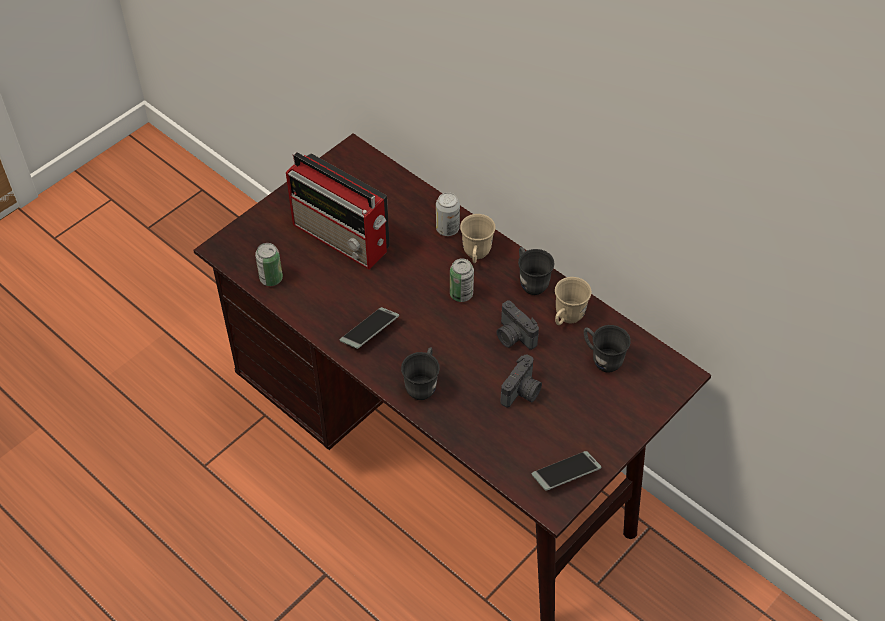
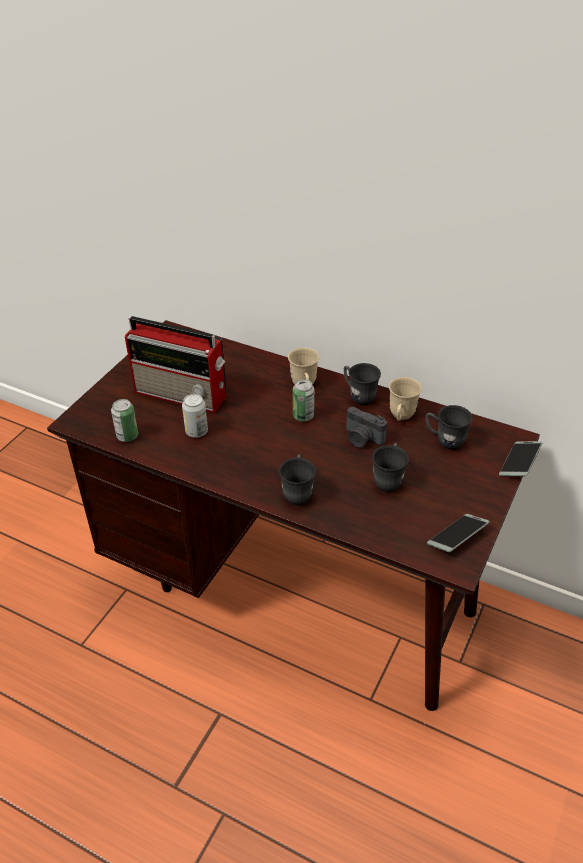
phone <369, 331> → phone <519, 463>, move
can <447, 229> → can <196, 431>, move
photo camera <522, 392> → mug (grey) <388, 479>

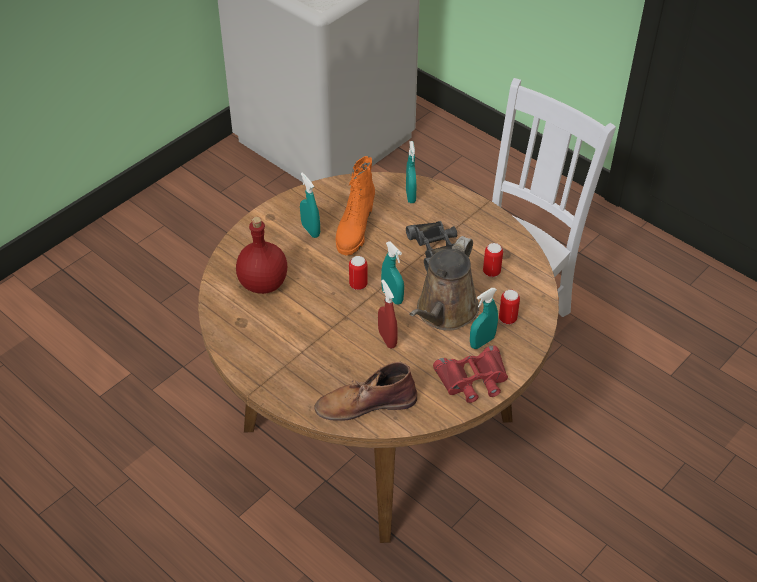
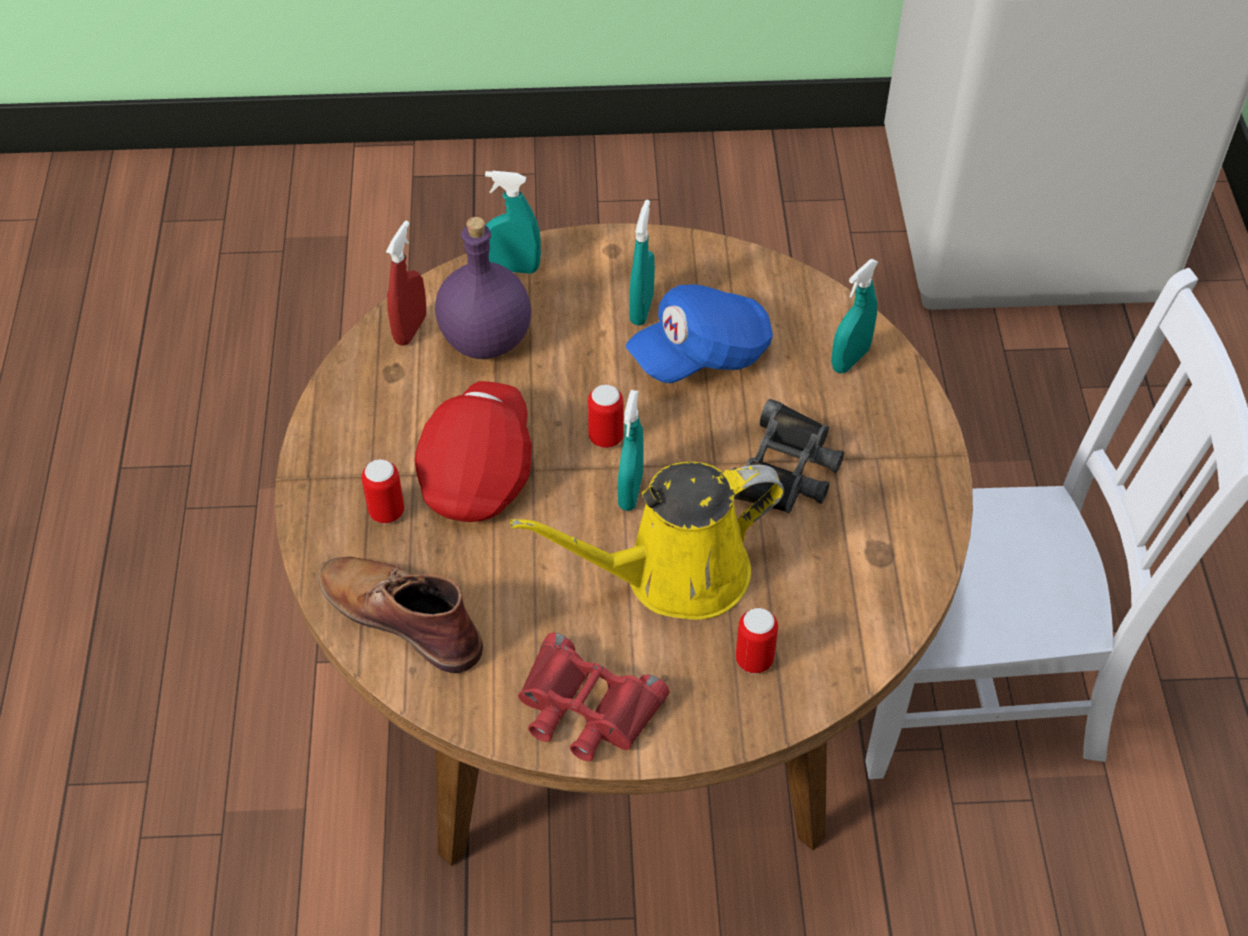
- → cap (red) <479, 470>
spray bottle (red) <387, 339> → spray bottle (red) <410, 329>, move
spray bottle (turquoise) <482, 342> → spray bottle (turquoise) <514, 268>, move
can <491, 272> → can <386, 512>, move
boot (orange) <354, 231> → cap (blue) <701, 354>
bottle (red) <264, 283> → bottle (purple) <487, 339>
watering can (brown) <444, 312> → watering can (yellow) <674, 574>

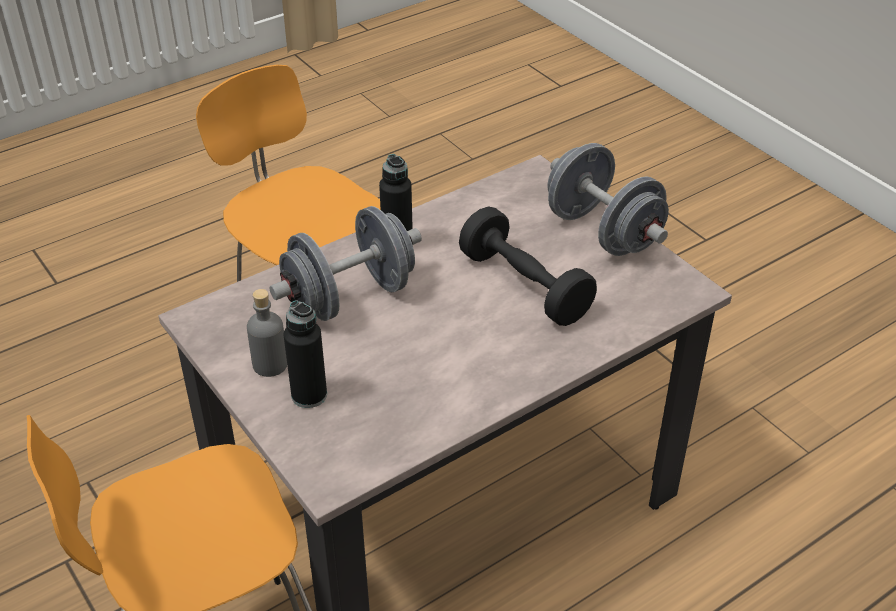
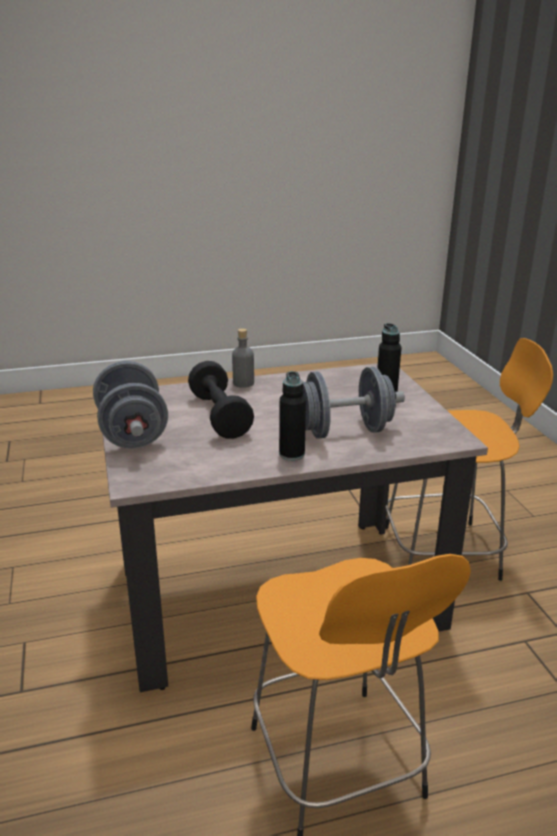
bottle (grey) <270, 364> → bottle (grey) <243, 383>, move

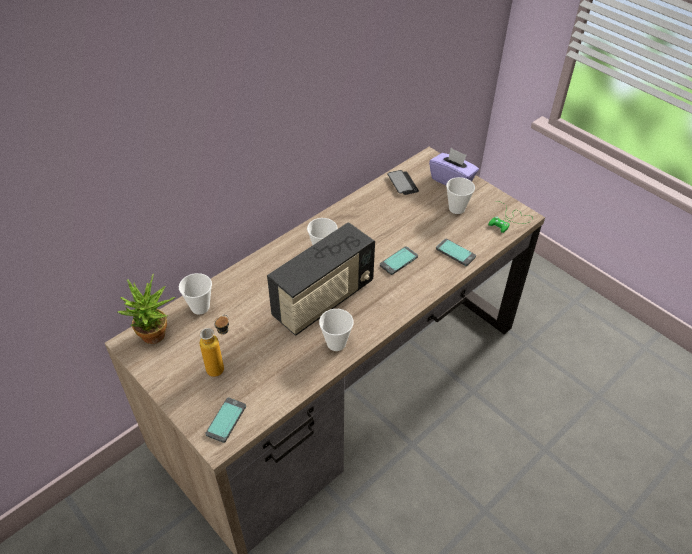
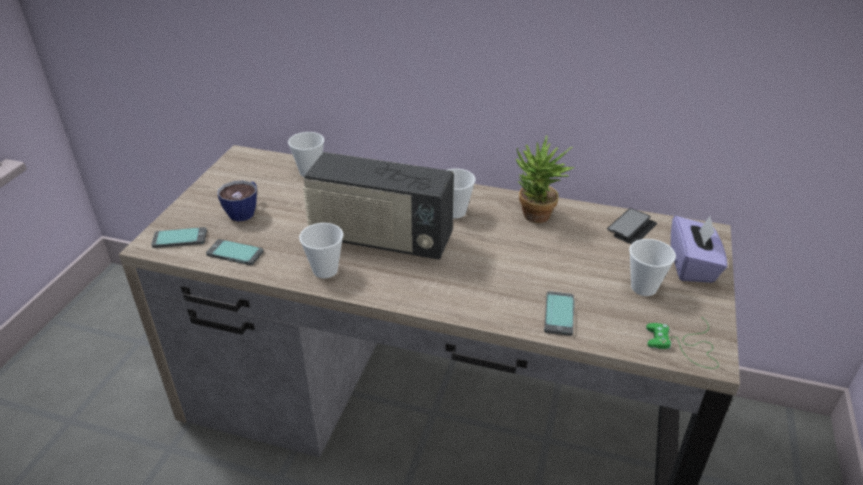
potted plant <156, 338> → potted plant <535, 218>, move
phone <399, 261> → phone <235, 253>, move
bottle <221, 366> → cup <245, 211>

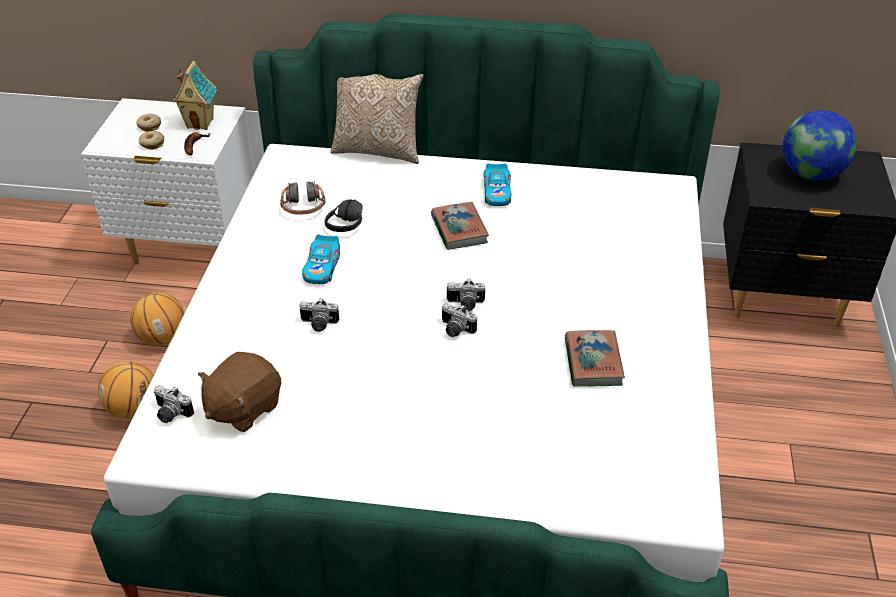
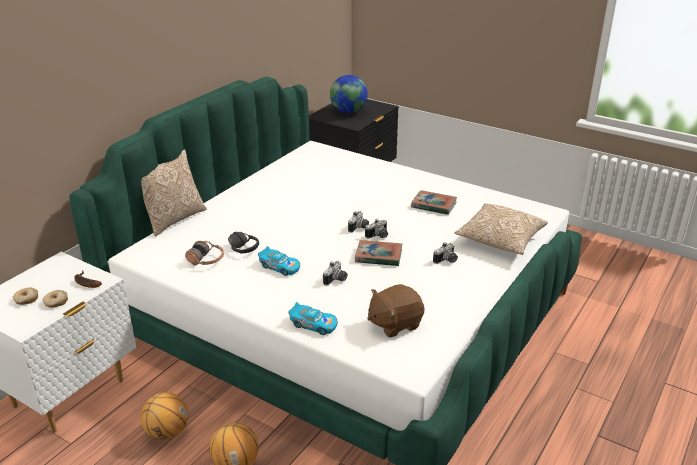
toy house <200, 123> → -
- → pillow <500, 240>
photo camera <170, 414> → photo camera <446, 260>, move
book <459, 229> → book <378, 256>, move
toy car <497, 192> → toy car <314, 324>, move
plush toy (brown) <243, 408> → plush toy (brown) <394, 324>, 90 degrees clockwise

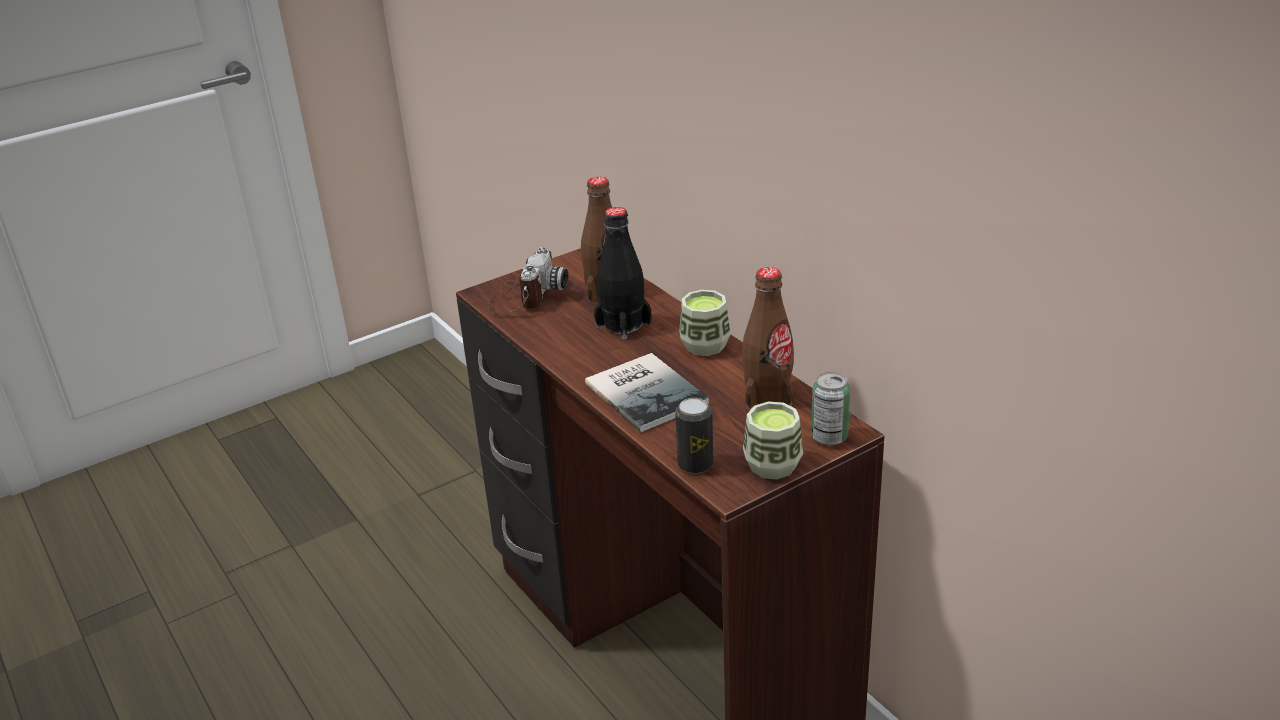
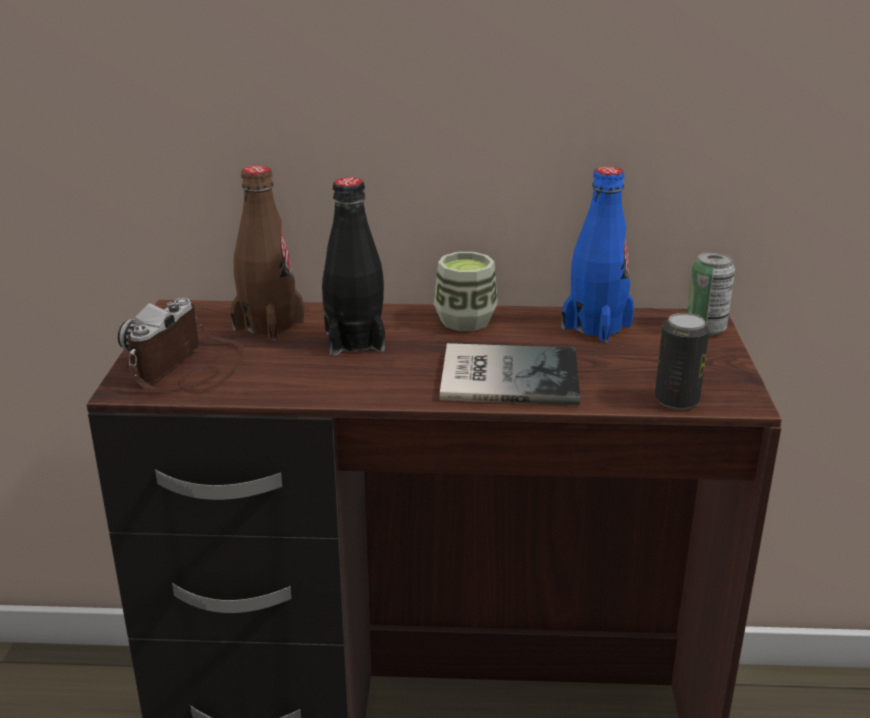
cup <772, 465> → -
bottle (brown) <768, 394> → bottle (blue) <596, 326>
photo camera <524, 296> → photo camera <187, 368>, 120 degrees counterclockwise

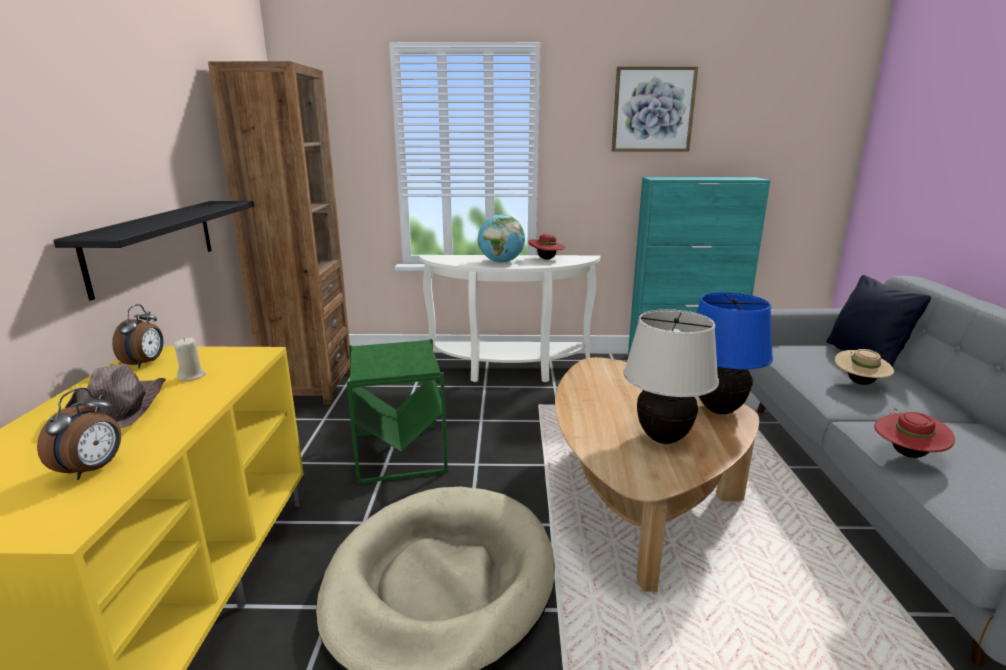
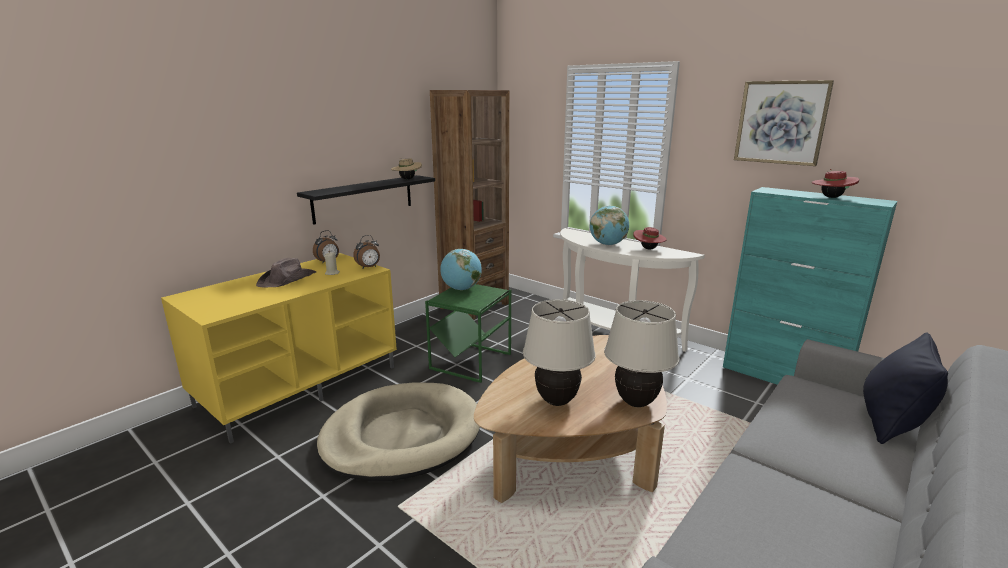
- → globe <461, 289>
alarm clock <93, 469> → alarm clock <369, 267>, move
hat (beige) <859, 383> → hat (beige) <407, 179>, move
hat (red) <906, 454> → hat (red) <831, 197>, move
table lamp (blue) <719, 410> → table lamp (beige) <635, 402>

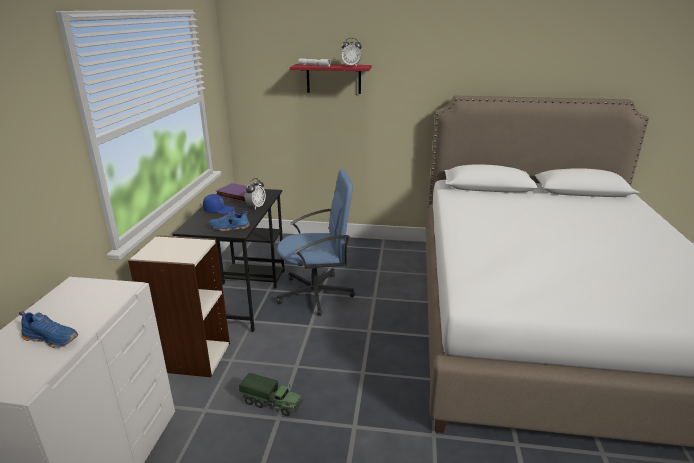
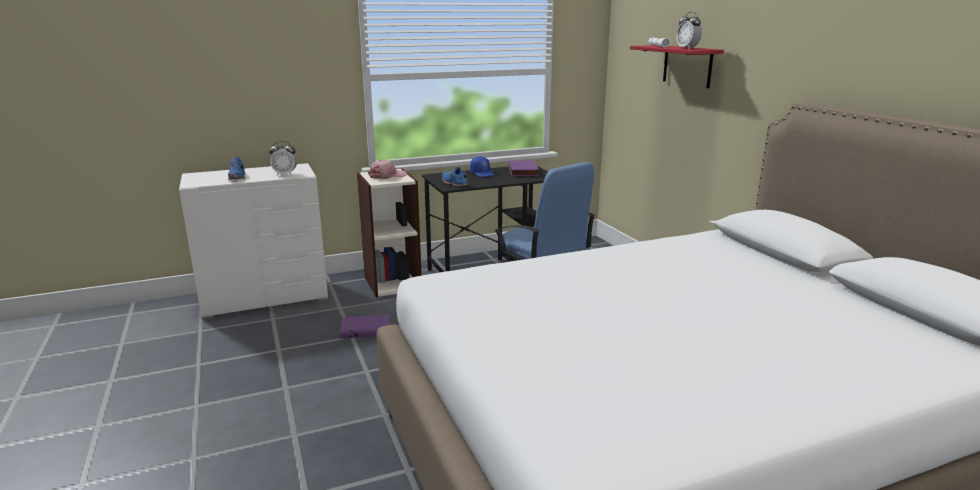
- → cap (pink) <387, 176>
alarm clock <256, 207> → alarm clock <285, 174>, move
toy truck <272, 403> → book (purple) <366, 329>

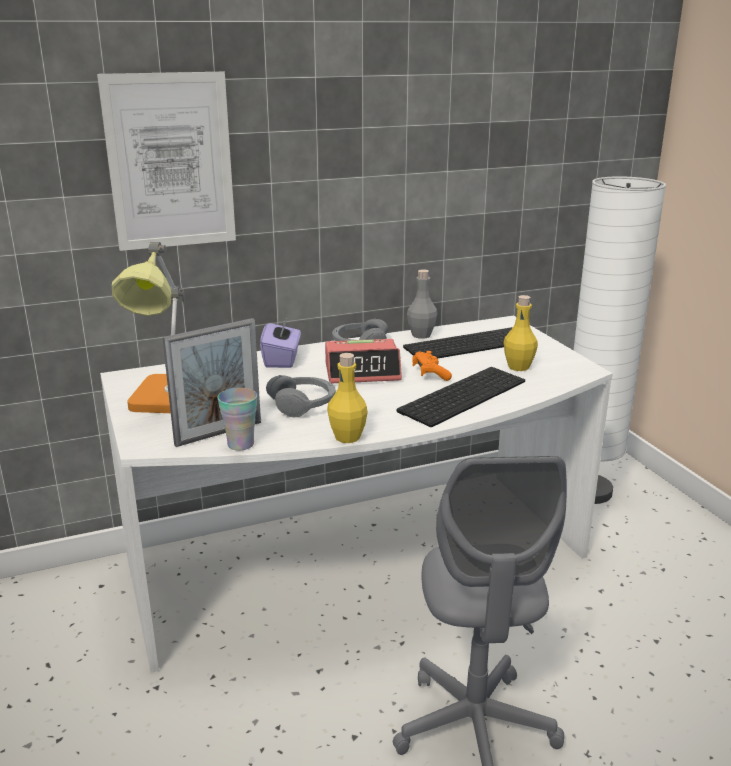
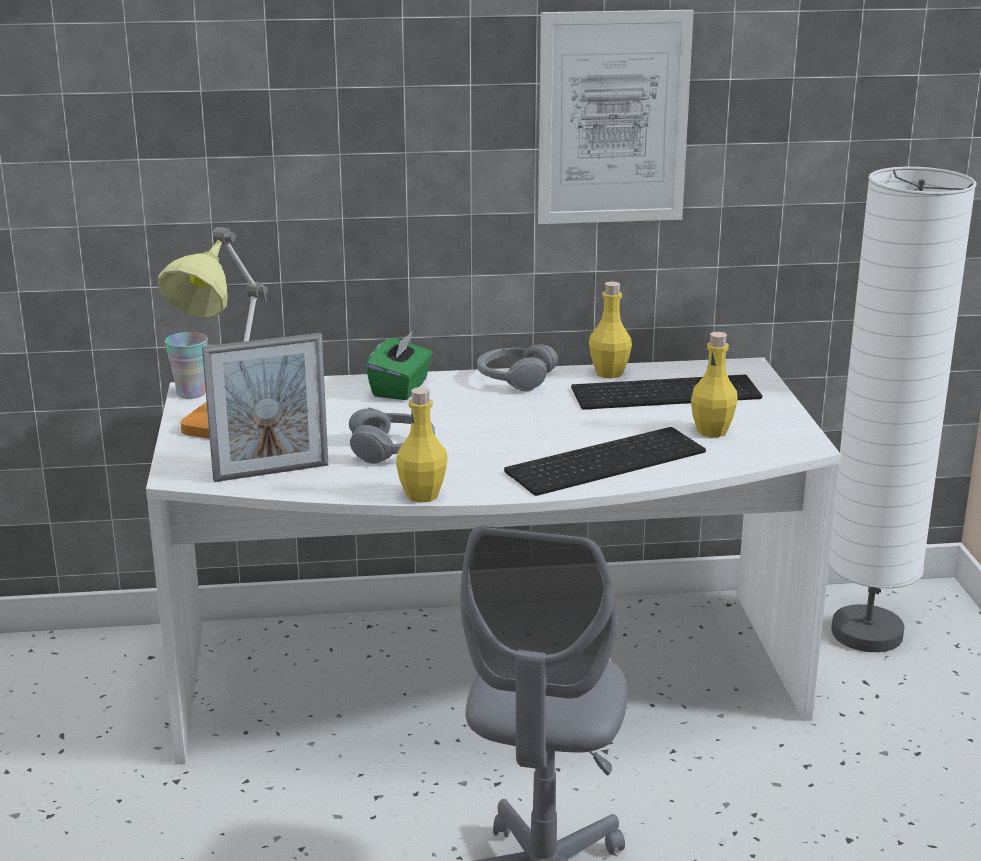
alarm clock <363, 372> → -
game controller (orange) <430, 374> → -
picture <170, 162> → picture <613, 118>, move
cup <240, 444> → cup <191, 393>, move
tissue box (purple) <282, 360> → tissue box (green) <401, 388>
bottle (grey) <421, 335> → bottle (yellow) <609, 373>

